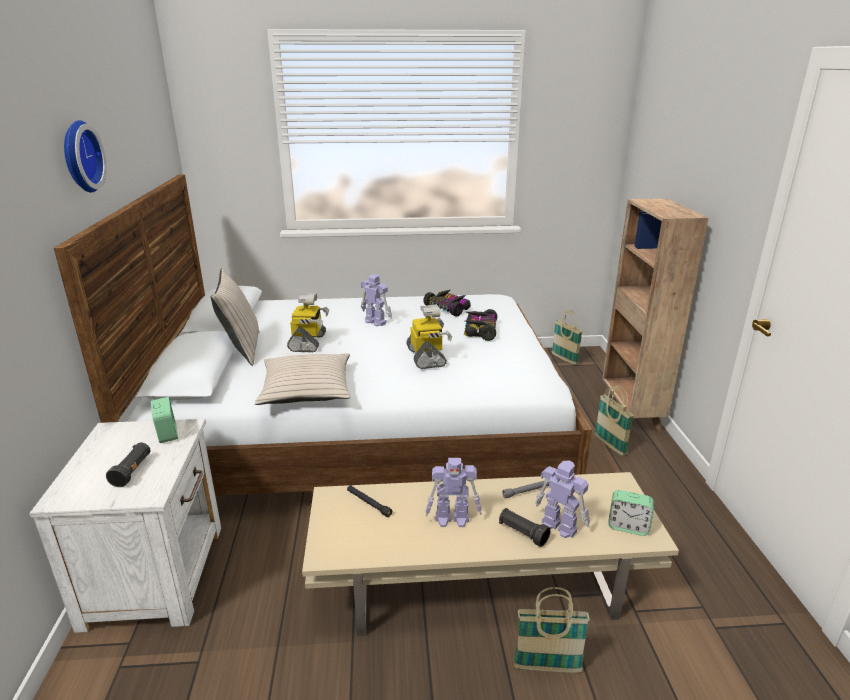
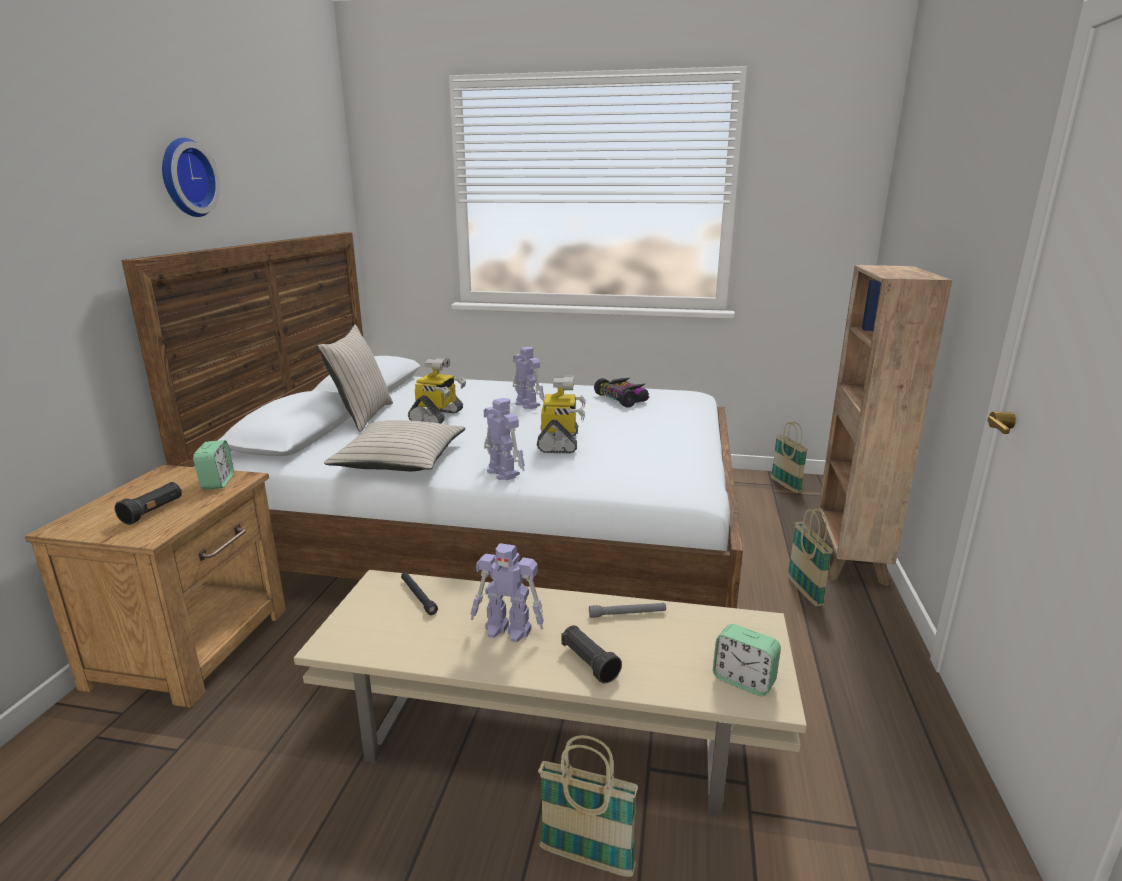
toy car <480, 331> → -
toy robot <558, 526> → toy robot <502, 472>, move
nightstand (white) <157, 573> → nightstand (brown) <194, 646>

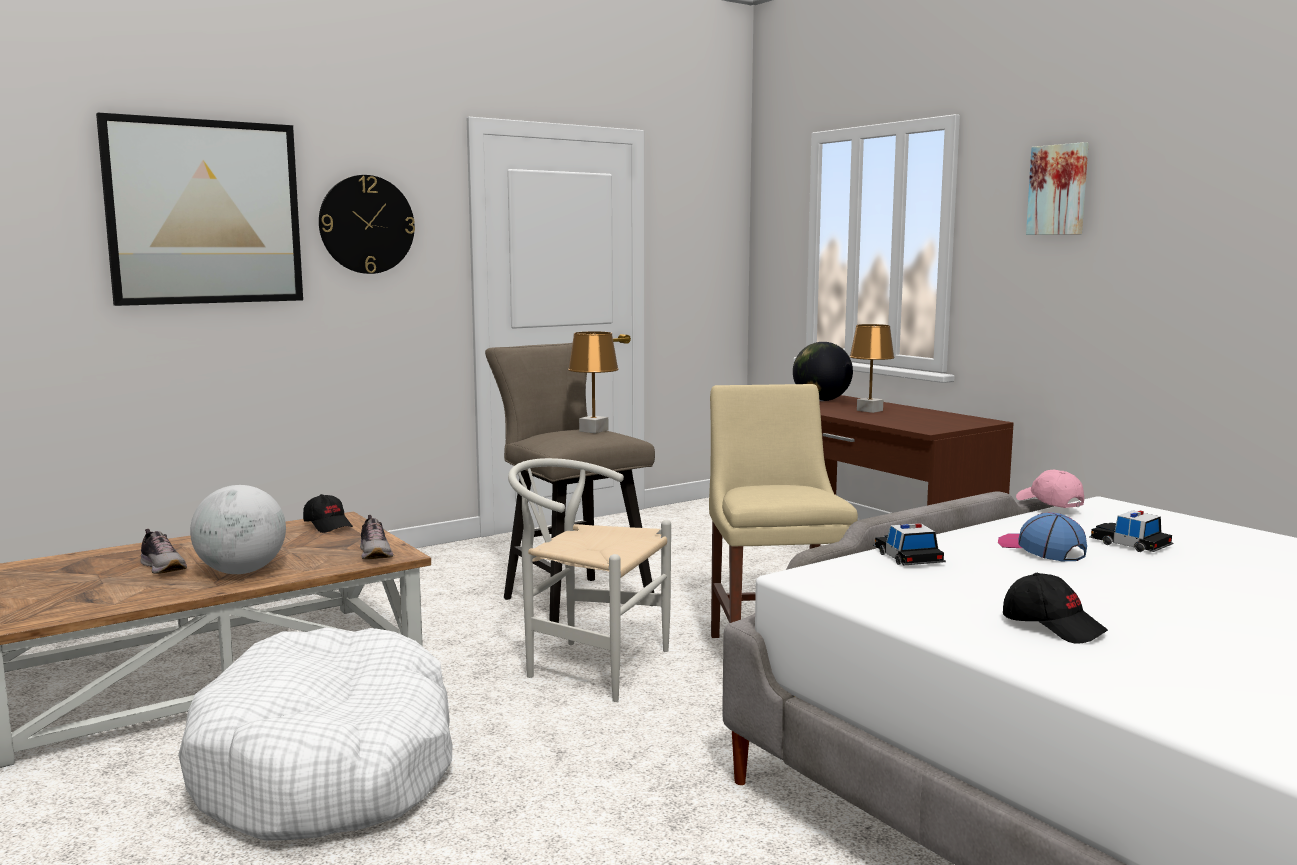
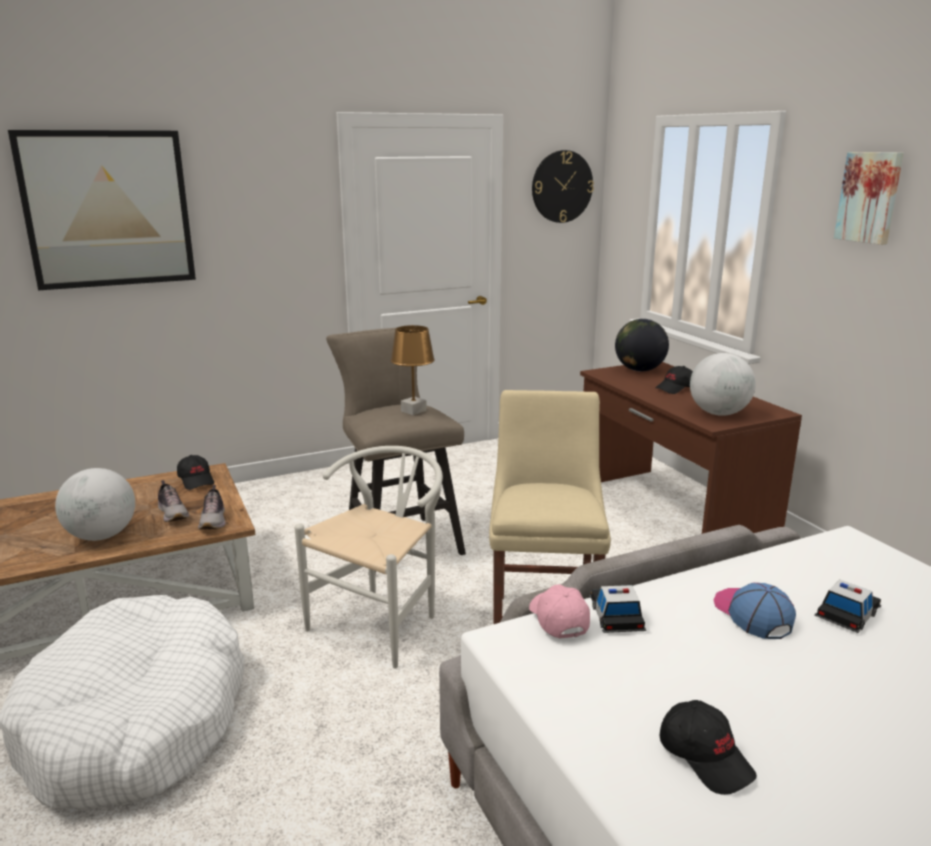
- → globe <718, 413>
shoe <163, 567> → shoe <173, 513>, move
wall clock <366, 224> → wall clock <562, 186>, move
cap (pink) <1049, 503> → cap (pink) <557, 619>, move
table lamp (brown) <870, 410> → cap (black) <675, 388>
chair (white) <586, 665> → chair (white) <382, 622>, 90 degrees clockwise
toy car <1130, 544> → toy car <847, 613>, 75 degrees clockwise

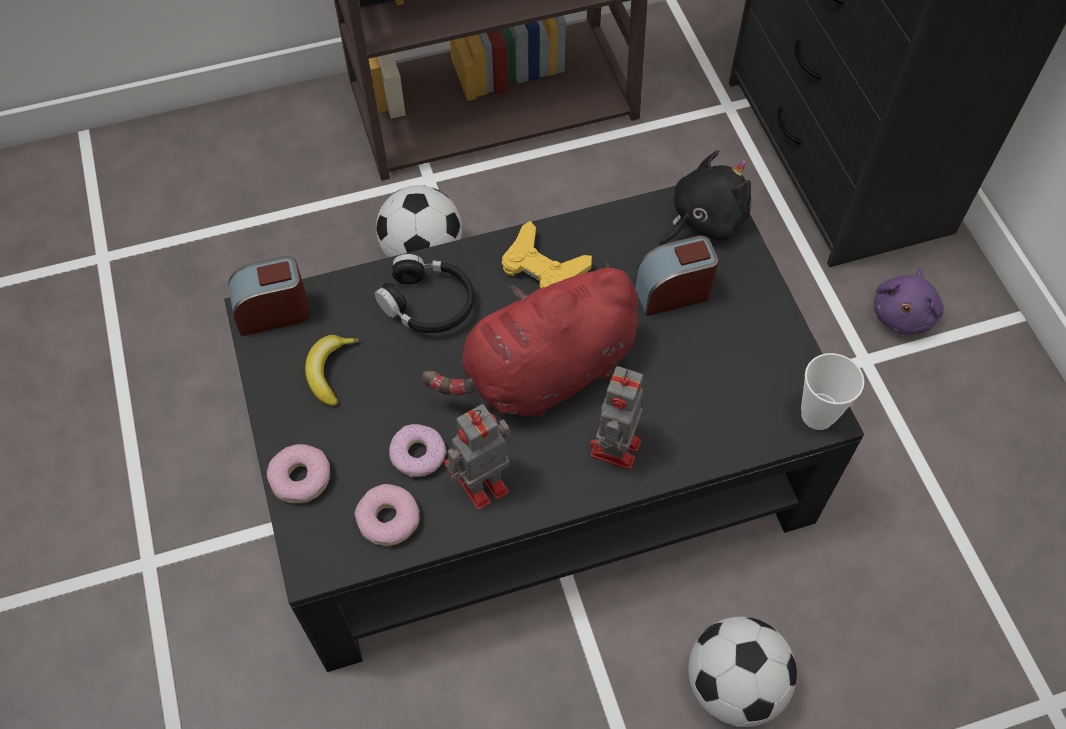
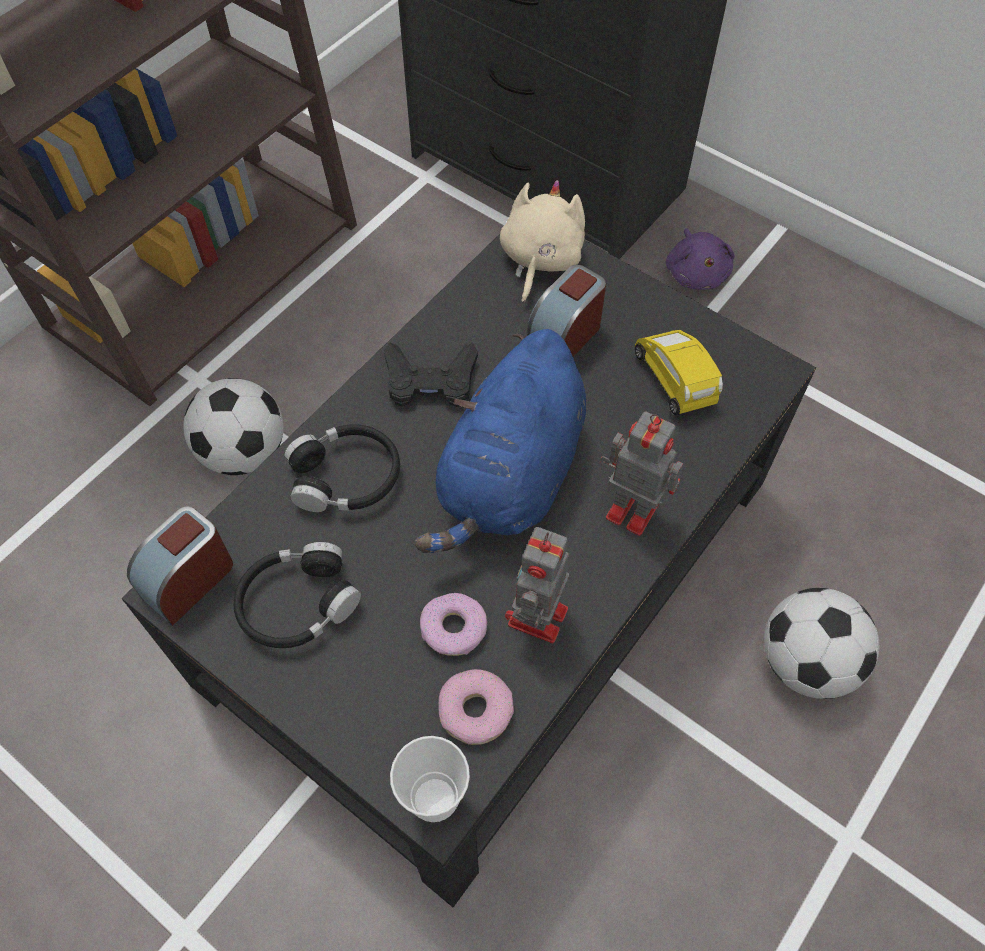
donut <300, 478> → -
- → toy car (yellow) <675, 380>
cup <817, 415> → cup <435, 799>, move
banana <329, 371> → headphones (black) <298, 603>
plush toy (red) <544, 373> → plush toy (blue) <510, 477>
game controller (yellow) <543, 268> → game controller (black) <430, 381>
plush toy (black) <704, 220> → plush toy (beige) <540, 260>
toy robot <614, 450> → toy robot <630, 508>, 135 degrees clockwise

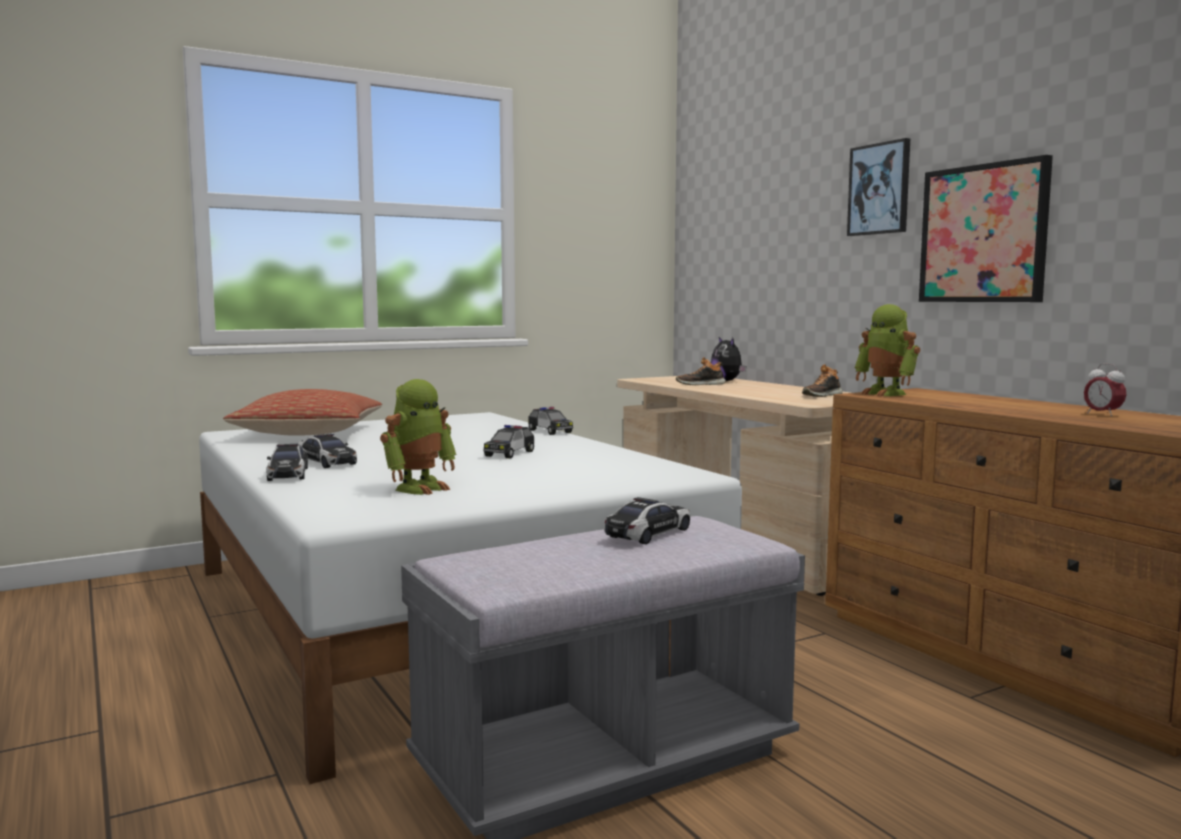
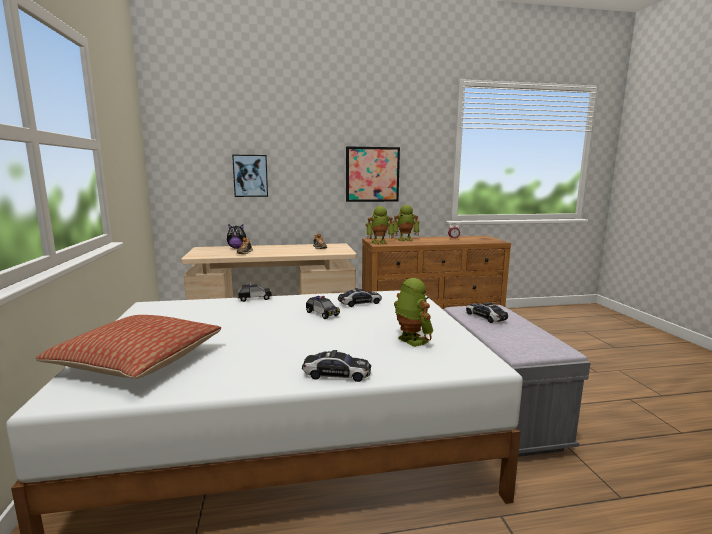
- → toy robot <405, 240>
toy car <326, 462> → toy car <359, 303>, move
picture <879, 189> → picture <250, 175>, move

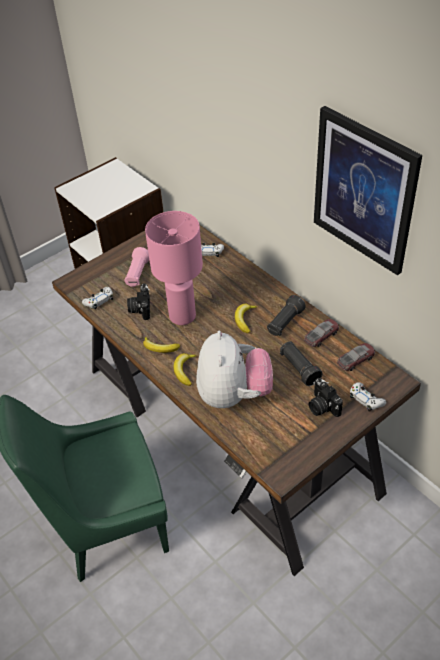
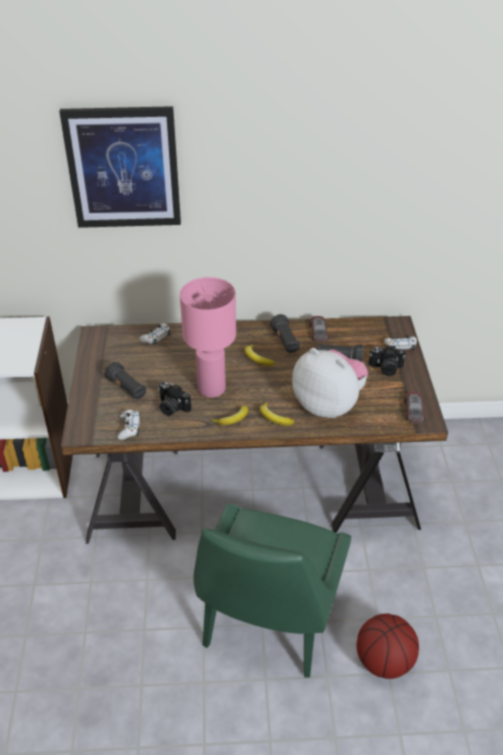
- → basketball <383, 661>
picture <364, 191> → picture <123, 168>, move
toy car <355, 359> → toy car <413, 410>, move
flashlight (pink) <137, 274> → flashlight (black) <127, 389>

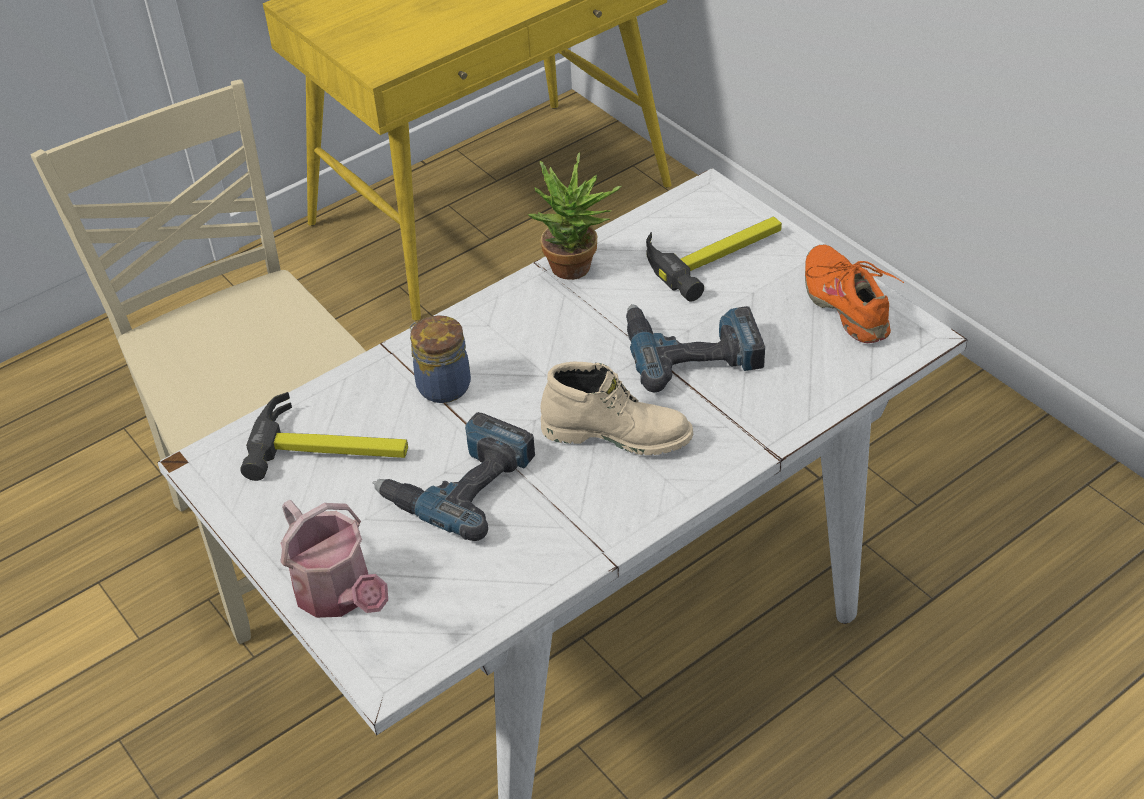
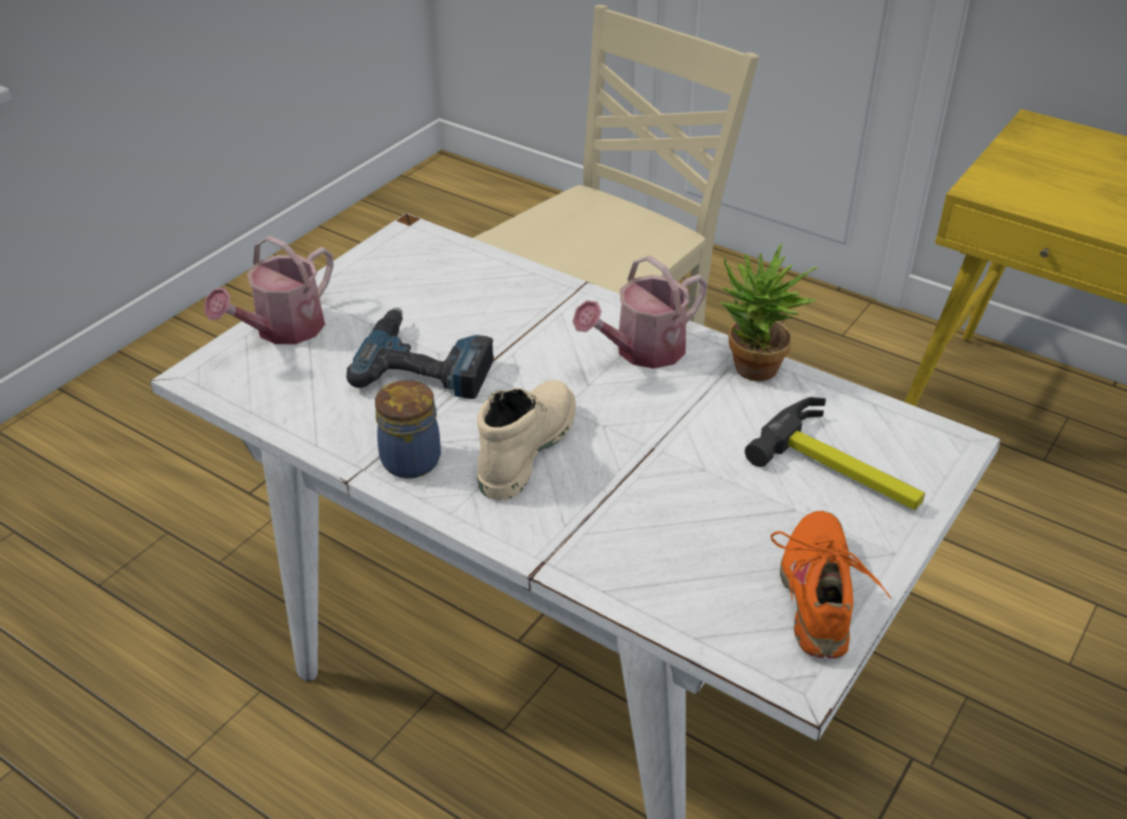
hammer <331, 447> → -
power drill <691, 349> → -
- → watering can <642, 351>
jar <441, 385> → jar <412, 459>, move
boot (beige) <617, 433> → boot (beige) <525, 448>, 150 degrees counterclockwise
shoe (orange) <846, 304> → shoe (orange) <820, 595>, 45 degrees counterclockwise

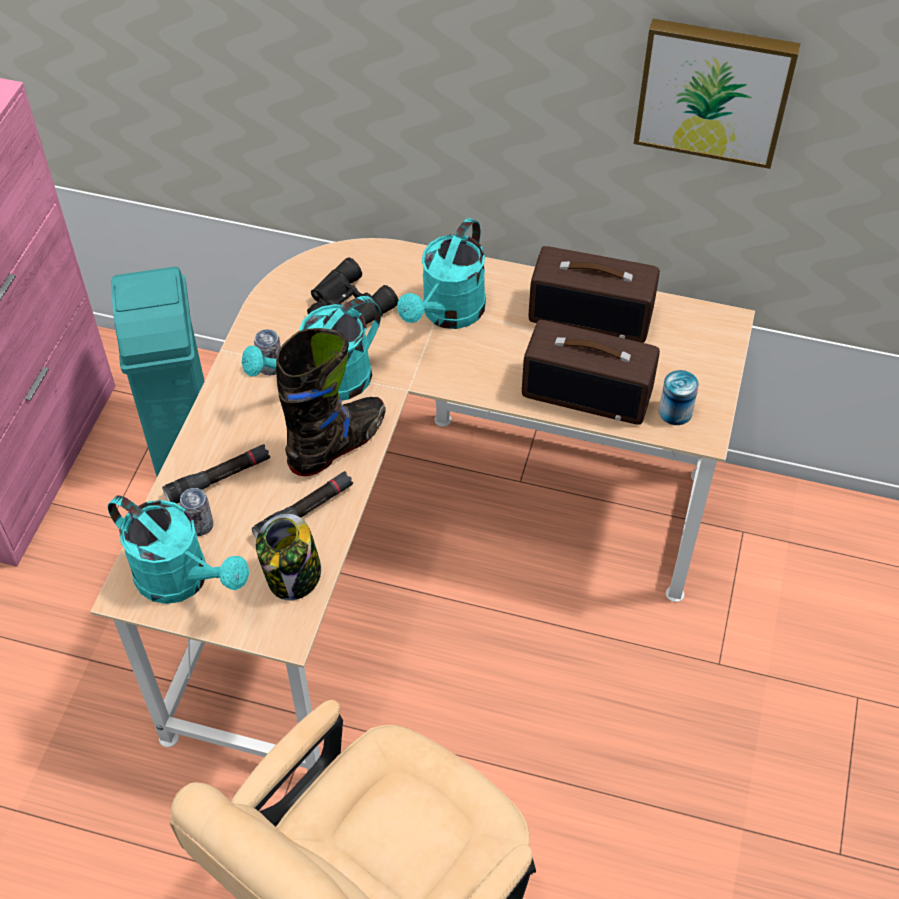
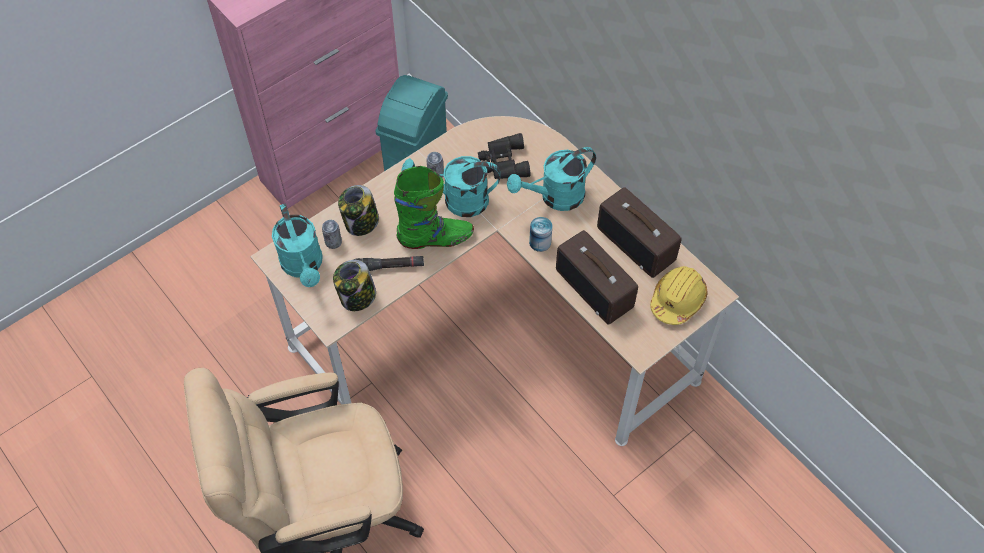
picture <714, 90> → -
- → hard hat (yellow) <677, 300>
can <675, 412> → can <540, 242>, move
flashlight (black) <218, 479> → jar <361, 223>
boot (black) <338, 444> → boot (green) <435, 239>

